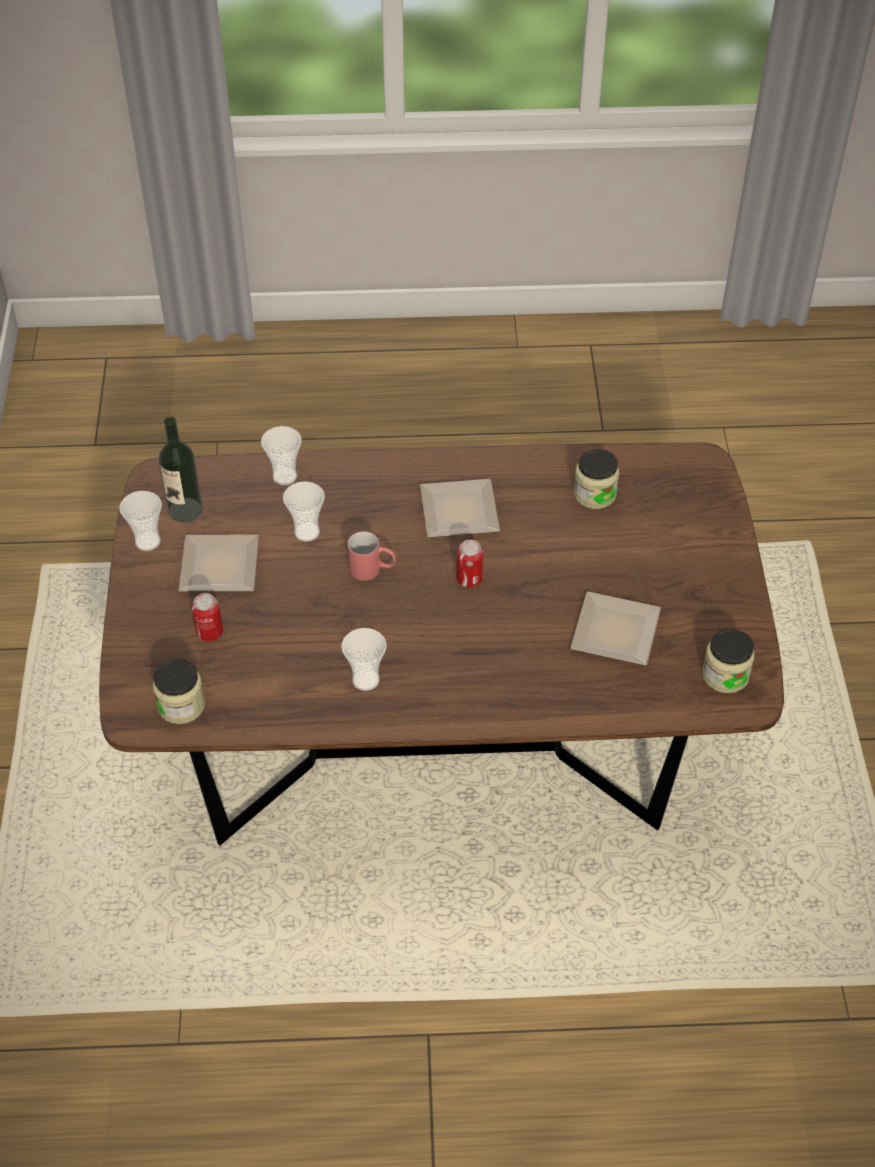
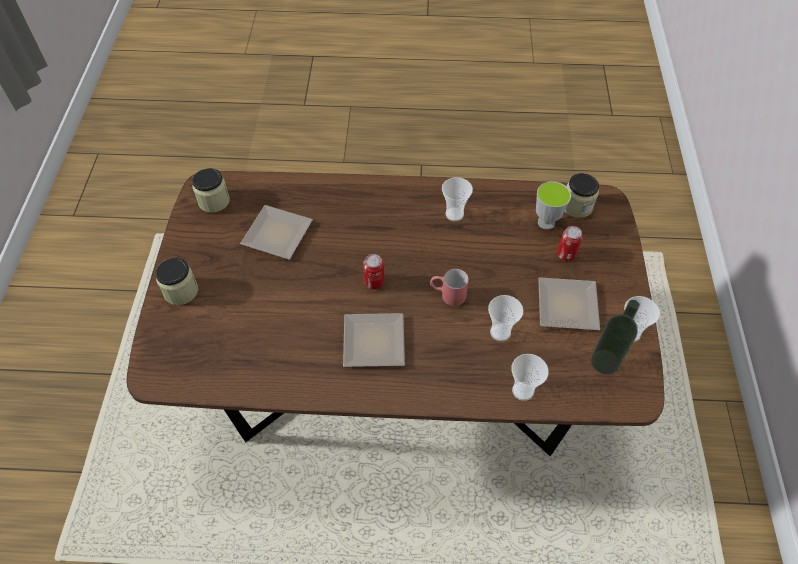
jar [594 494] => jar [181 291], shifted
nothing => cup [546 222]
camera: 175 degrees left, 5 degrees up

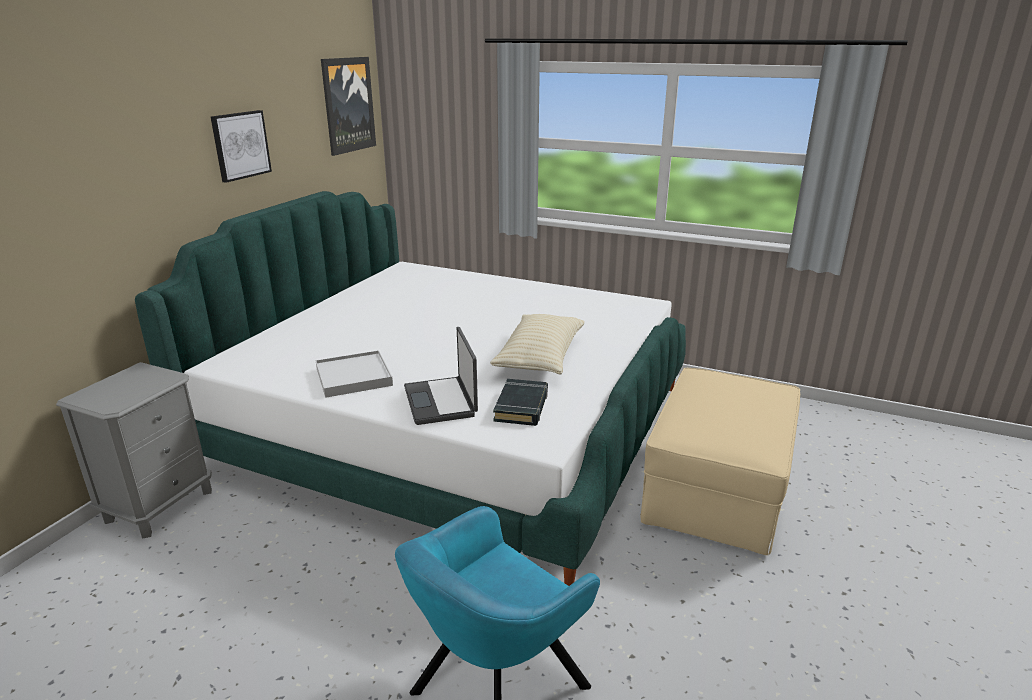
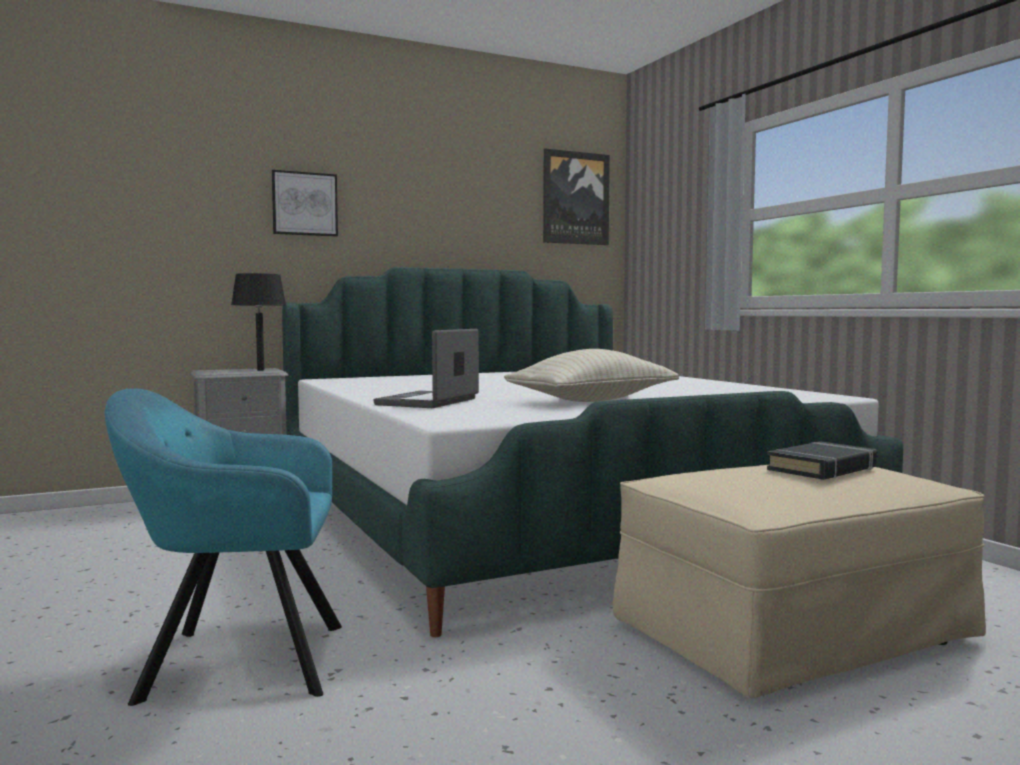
picture [240 145] => picture [304 204], shifted
tray (white) [353 377] => nothing
book (black) [522 407] => book (black) [823 469], shifted
nothing => table lamp (black) [260 370]
camera: 40 degrees right, 20 degrees down

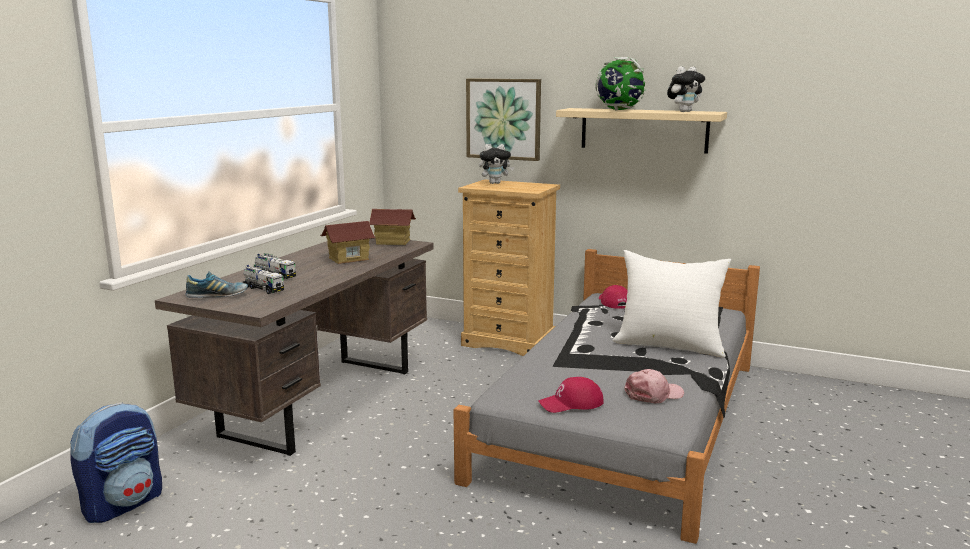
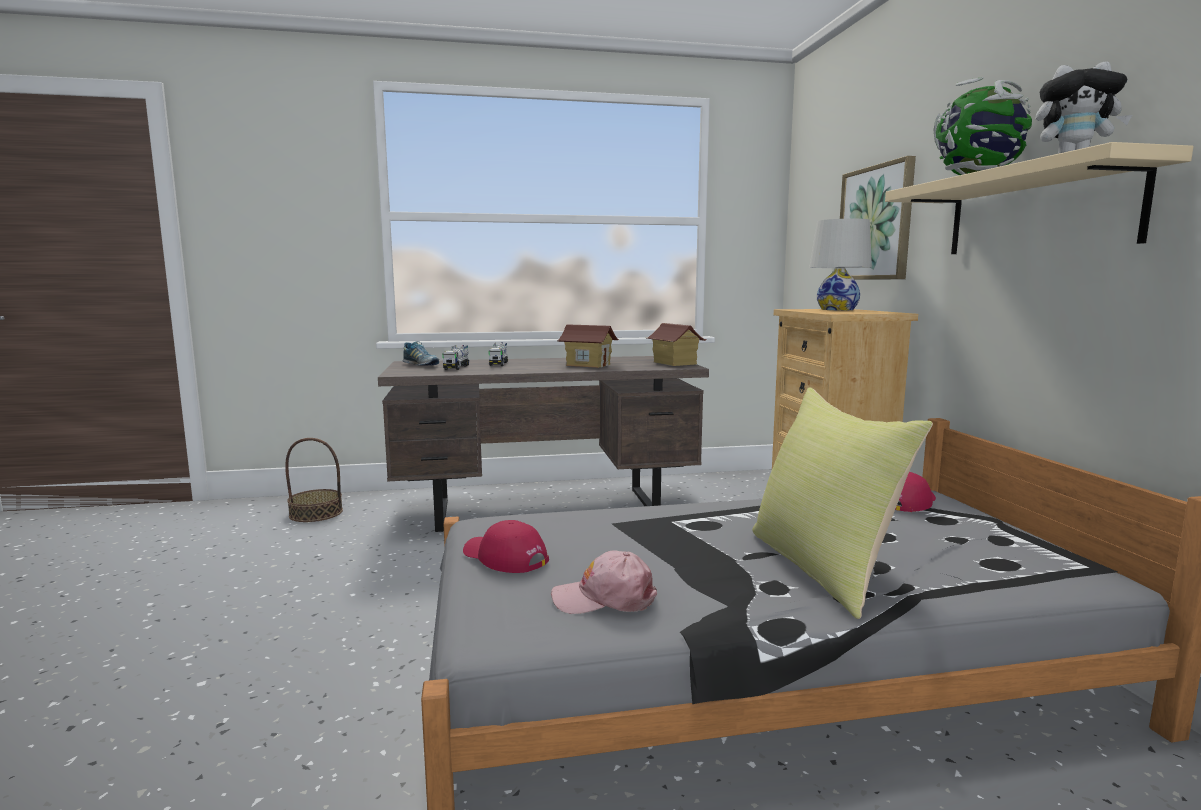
plush toy [495 183] => table lamp (white) [837 309]
pillow (white) [669 345] => pillow (yellow) [823 568]
cap (pink) [653 394] => cap (pink) [605 598], 150 degrees clockwise
backpack [124 503] => basket [316 513]
camera: 55 degrees right, 5 degrees down

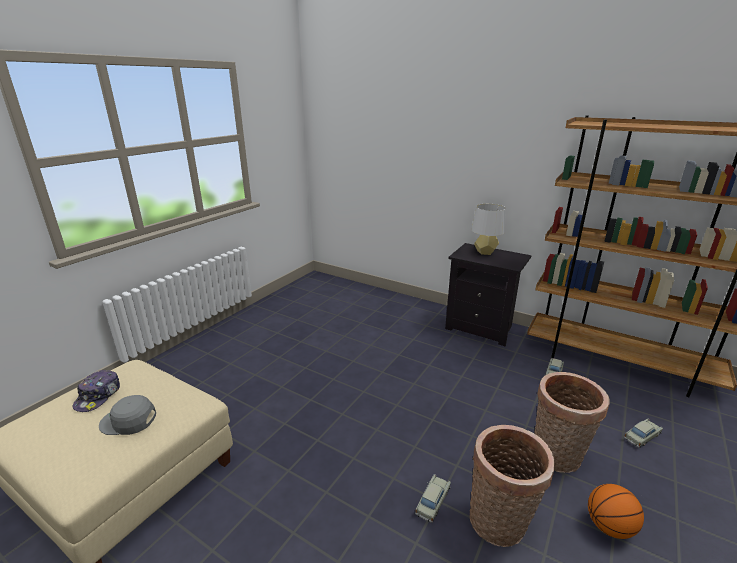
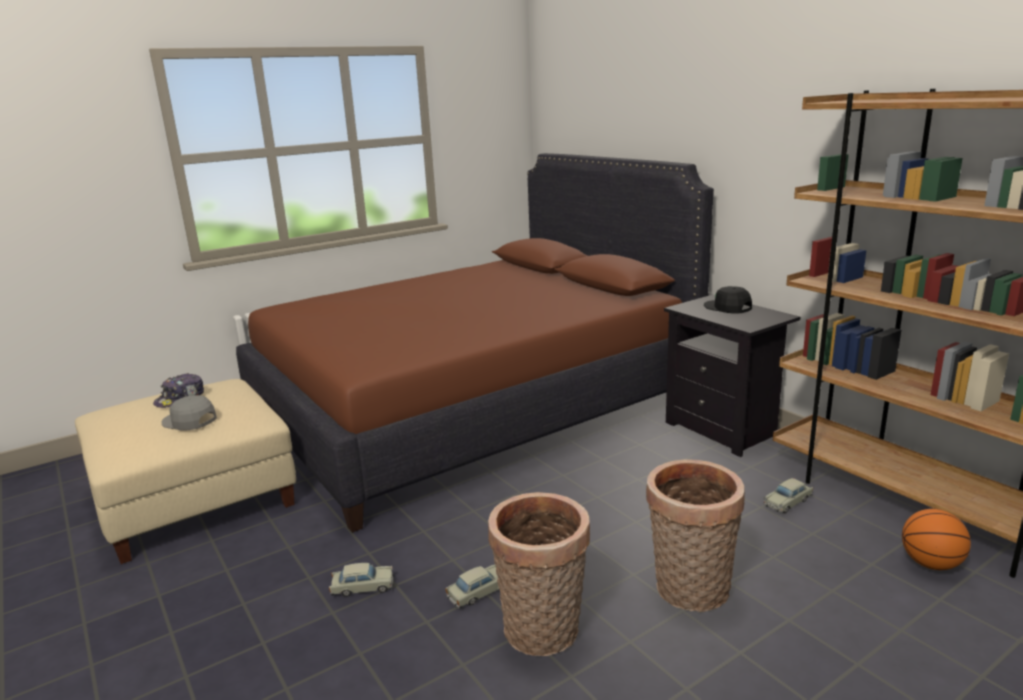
table lamp (grey) [485 252] => cap (black) [727 307]
toy car (beige) [641 436] => toy car (beige) [362 587], shifted
basketball [609 526] => basketball [930 564], shifted
nothing => bed (brown) [472 409]
camera: 25 degrees right, 5 degrees down

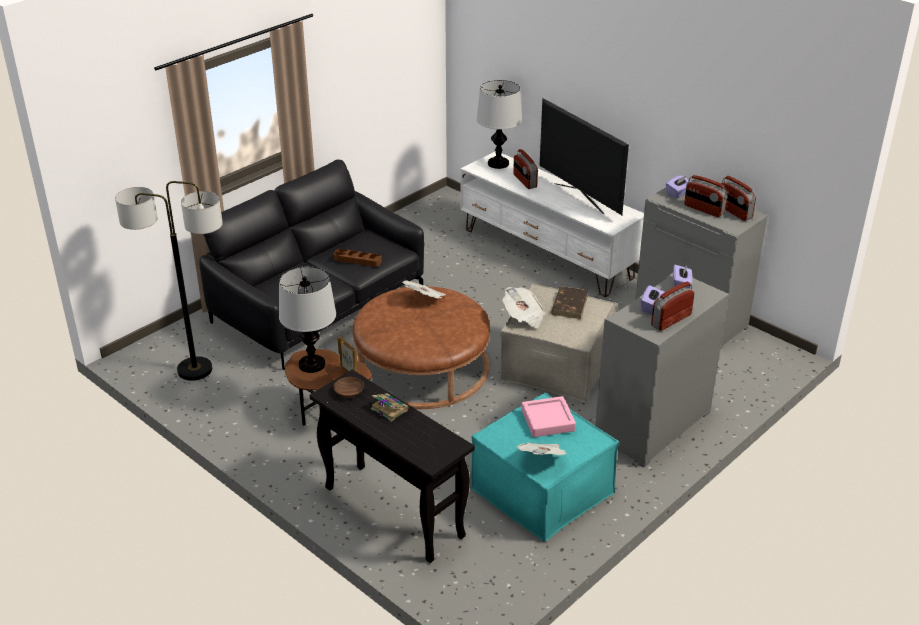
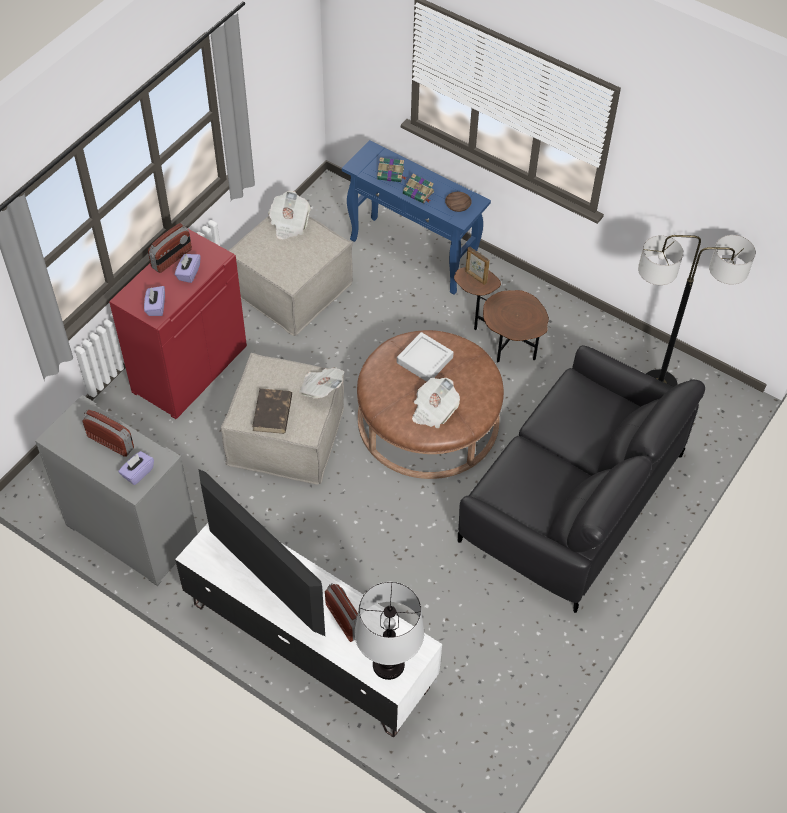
radio [734 212] => nothing
tray (brown) [357 260] => nothing
table lamp [312 364] => nothing
cabinet (grey) [653 426] => cabinet (red) [189 368]
console table (black) [392 512] => console table (blue) [414 255]
ottoman (turquoise) [542 490] => ottoman (beige) [291 288]
tray (pink) [548 420] => nothing
nothing => book [391 174]
nothing => tray (grey) [424 360]
camera: 170 degrees right, 20 degrees up

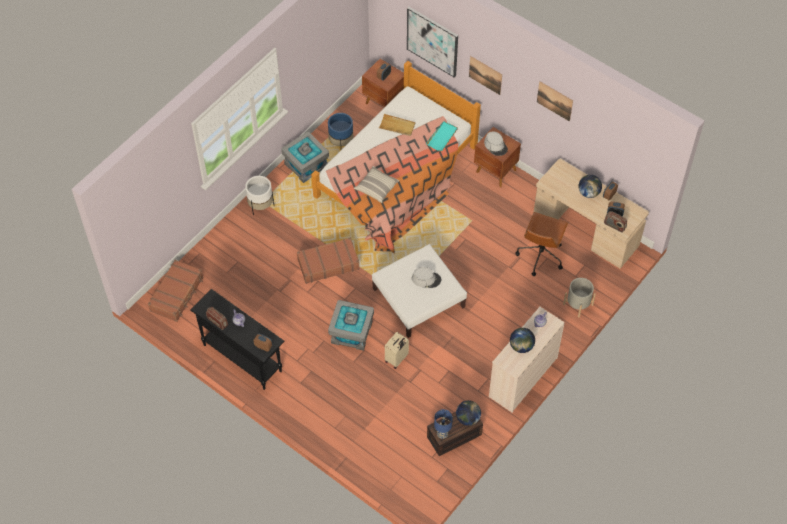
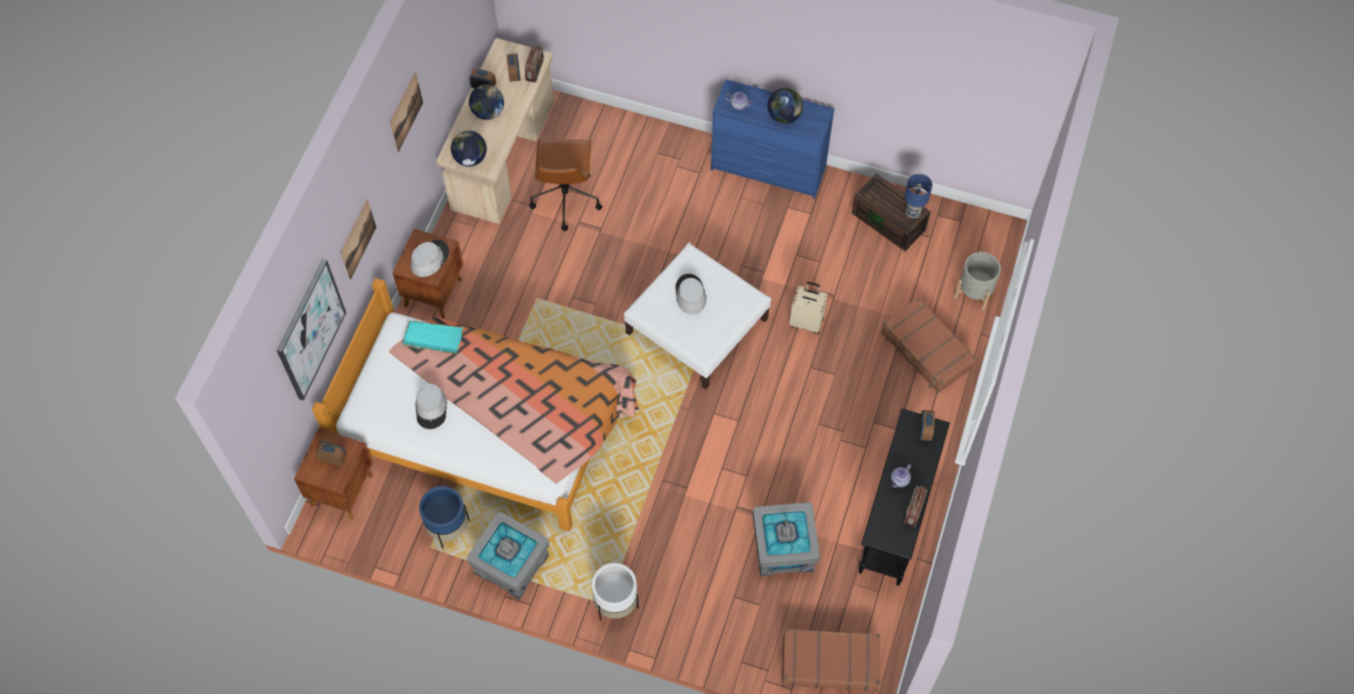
tray (beige) [397 126] => hat (grey) [431 408]
pillow [377 188] => nothing
office chair (brown) [540 255] => office chair (brown) [565 198], 90 degrees clockwise
suitcase (brown) [328 264] => suitcase (brown) [926 351], shifted
planter (grey) [578 304] => planter (grey) [974 291], shifted
storage box (grey) [351 333] => storage box (grey) [784 548], shifted
dresser (beige) [522 377] => dresser (blue) [768 169]
globe [467 418] => globe [470 158], shifted
camera: 110 degrees left, 5 degrees up

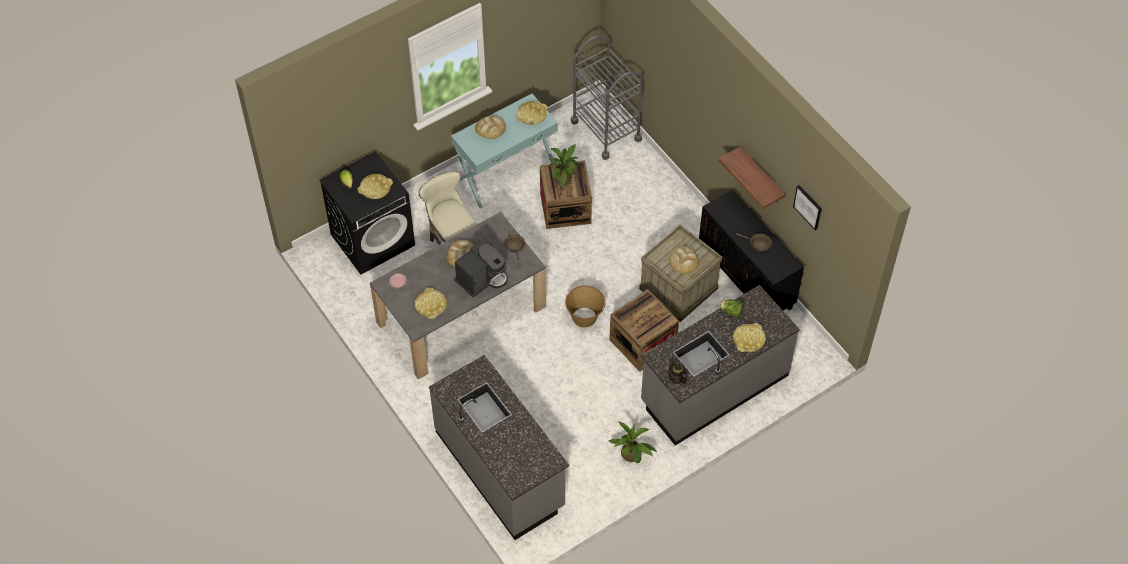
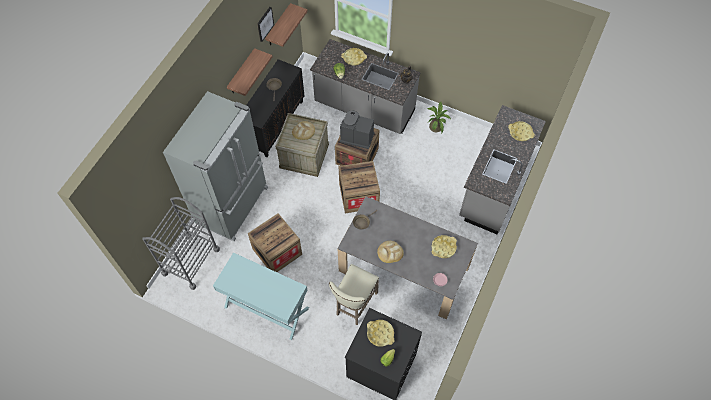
tray (yellow) [531 115] => tray (yellow) [520 132], shifted
bread [490 128] => nothing
potted plant [564 177] => nothing
coffee machine [482 278] => coffee machine [356 137], shifted
basket [585 317] => crate [358 195]
nothing => shelf [278 26]
nothing => fridge (grey) [233 206]
camera: 120 degrees left, 5 degrees up

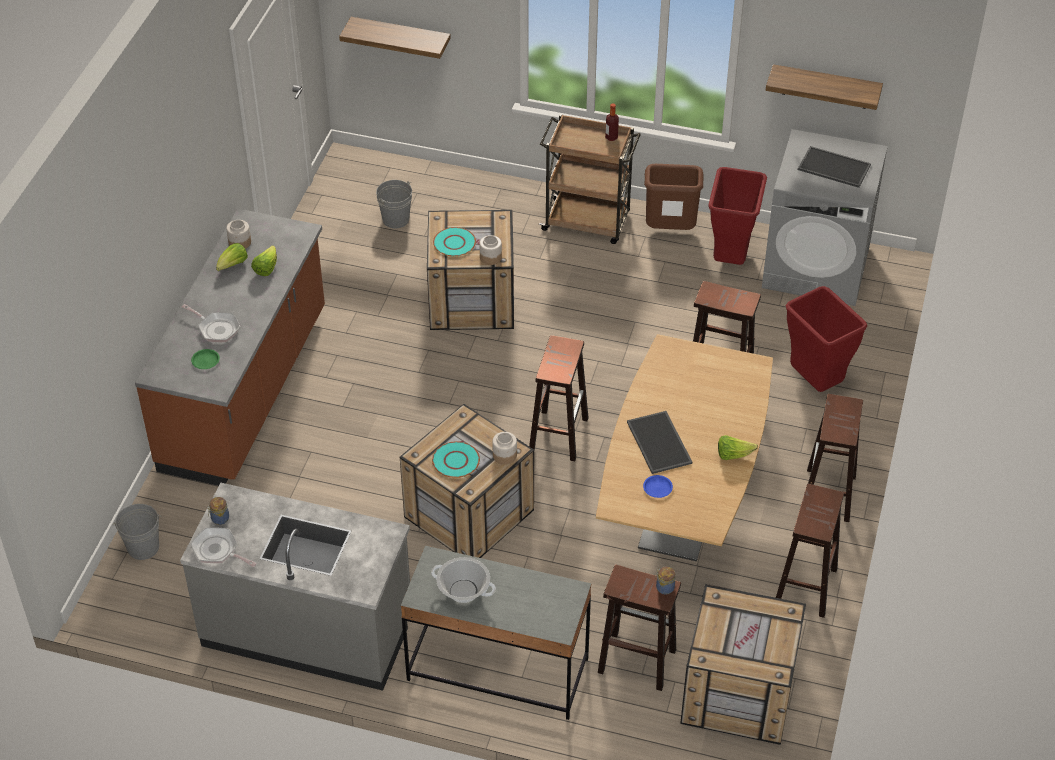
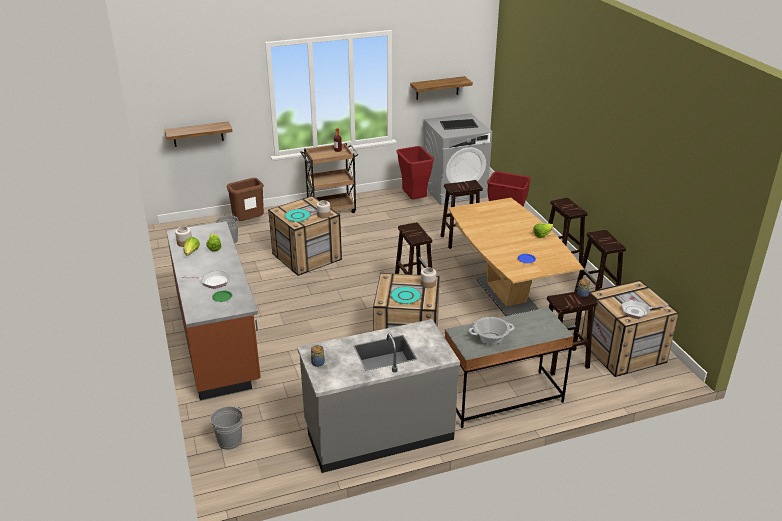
trash can (brown) [670 230] => trash can (brown) [249 222], shifted
tray [660 443] => nothing
frying pan [218 551] => frying pan [637 311], shifted
camera: 35 degrees left, 15 degrees down

